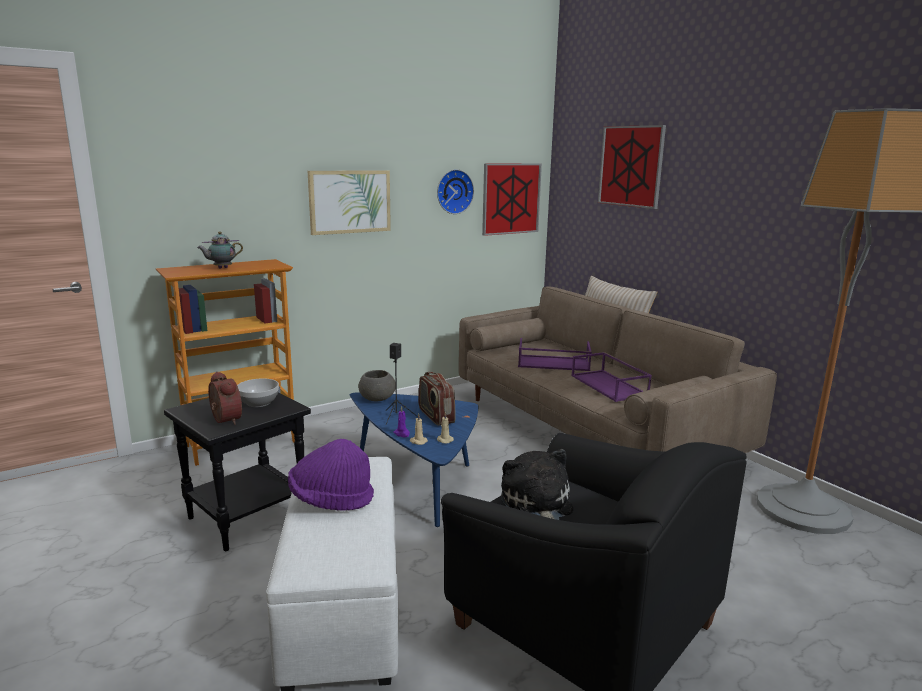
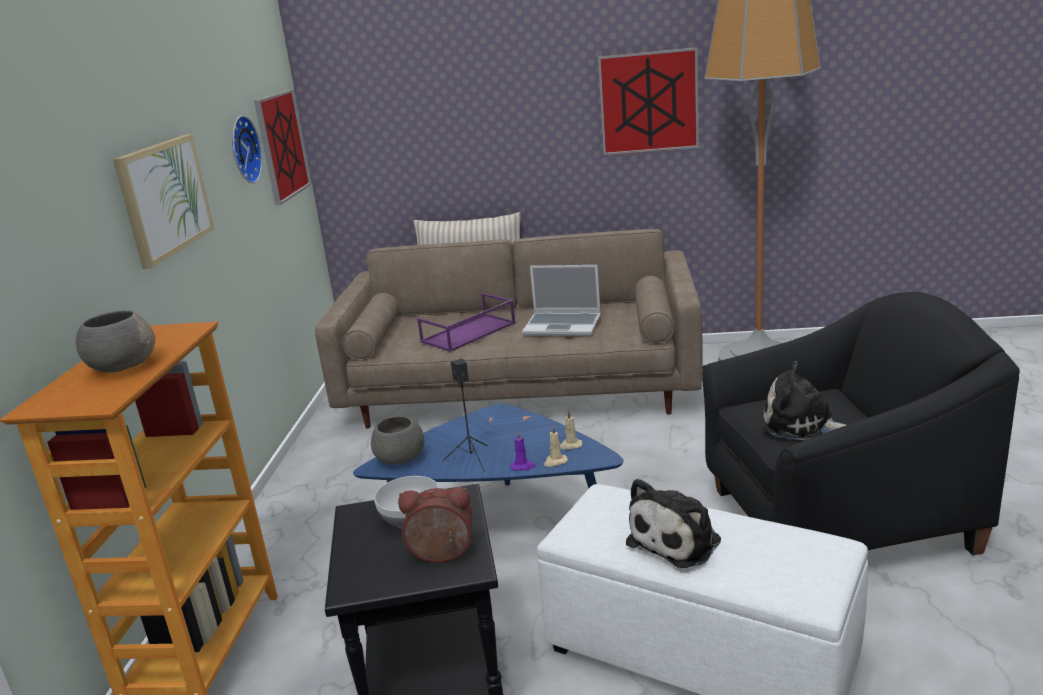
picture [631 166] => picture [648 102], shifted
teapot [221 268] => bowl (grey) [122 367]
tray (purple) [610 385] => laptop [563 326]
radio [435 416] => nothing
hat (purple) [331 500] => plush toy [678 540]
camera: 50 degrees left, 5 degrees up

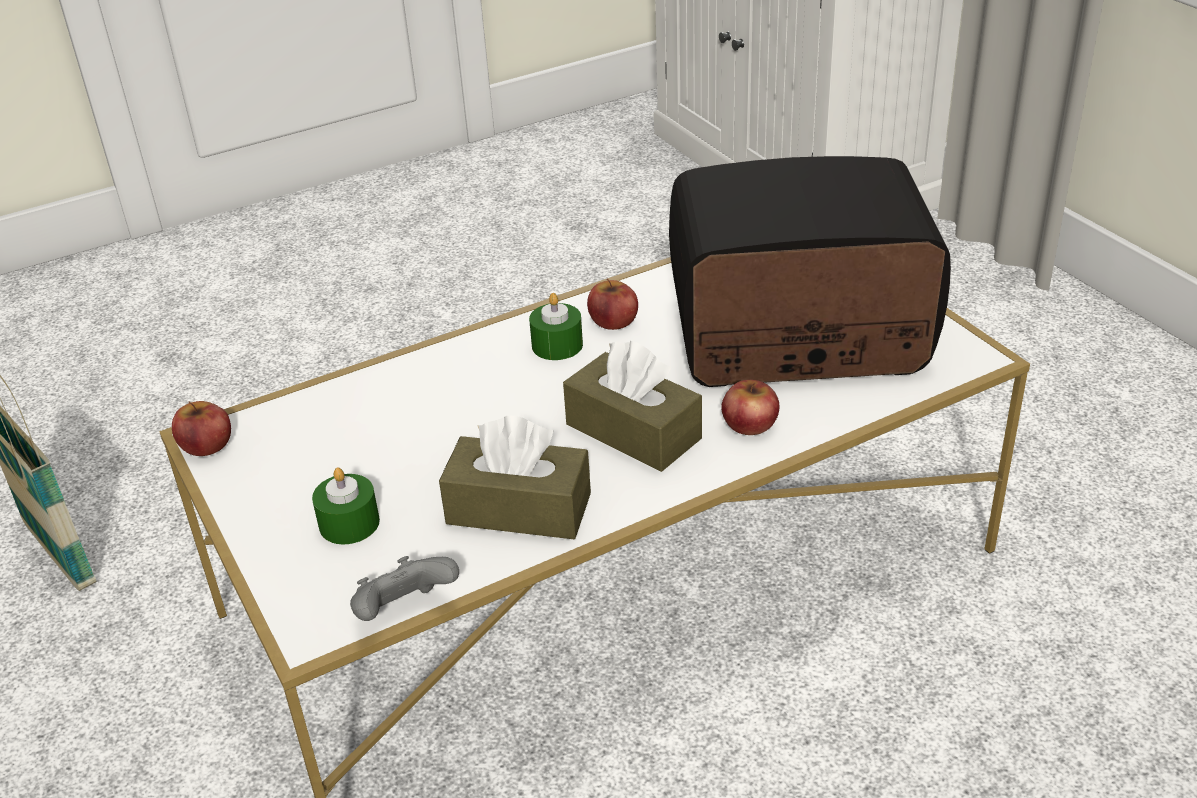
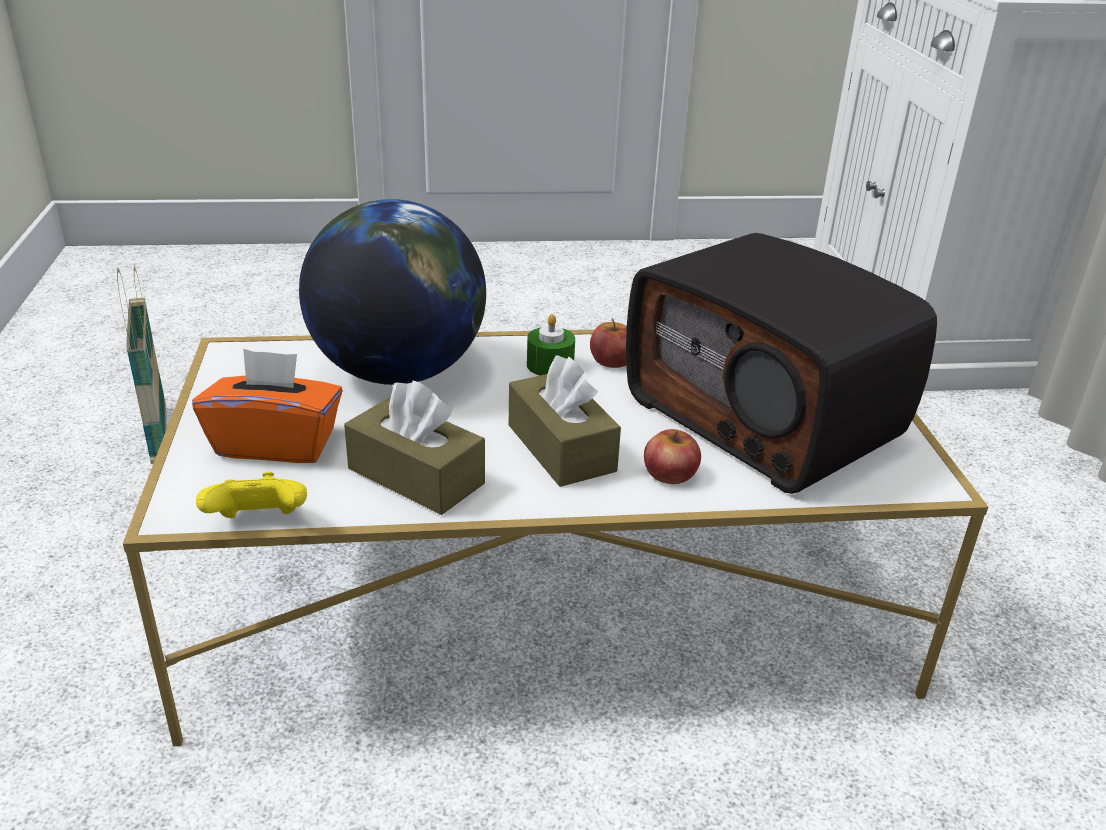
radio [796 337] => radio [766 417], 150 degrees counterclockwise
apple [206 444] => nothing
candle (green) [349 523] => tissue box (orange) [276 443]
game controller (grey) [404 612] => game controller (yellow) [258 523]
nothing => globe [398 371]
camera: 20 degrees right, 5 degrees down

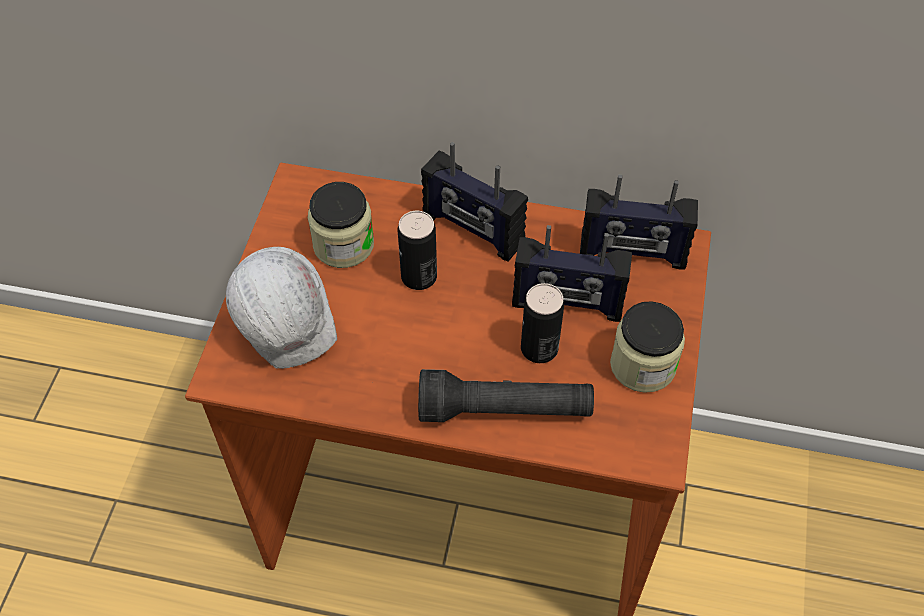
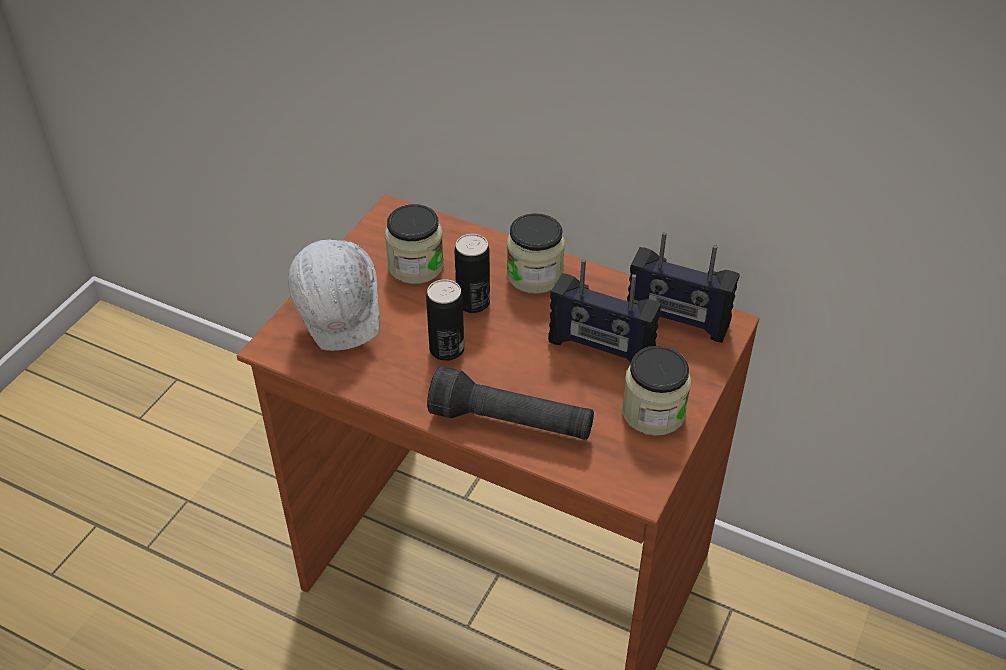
radio [472 230] => jar [535 275]
can [539 348] => can [446 349], shifted
camera: 15 degrees right, 10 degrees down

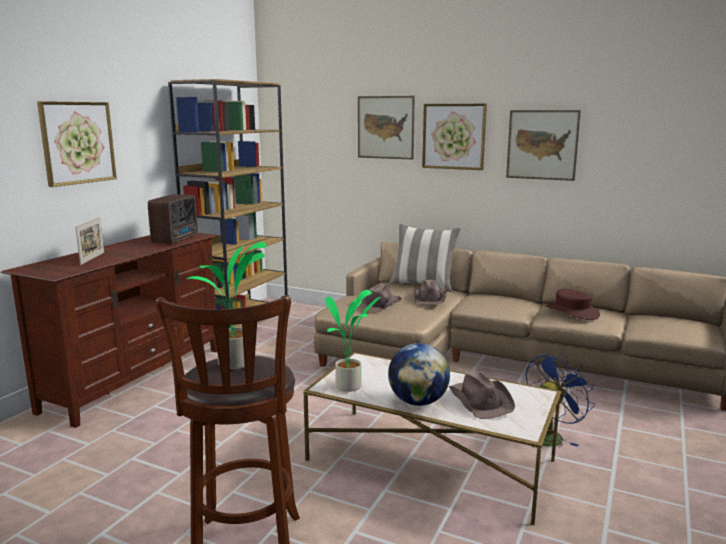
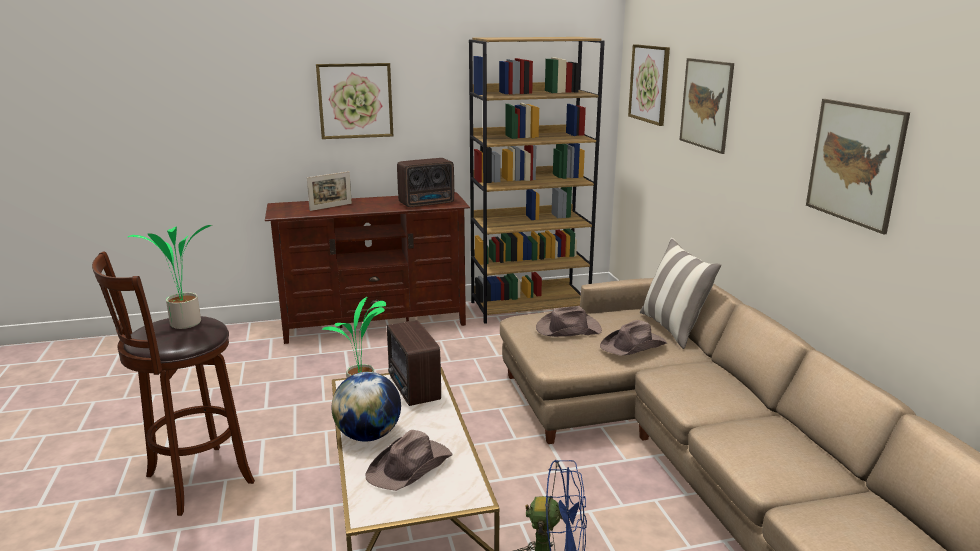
picture [454 136] => picture [649 84], shifted
hat (brown) [572 311] => nothing
nothing => radio [413 390]
camera: 50 degrees right, 5 degrees up

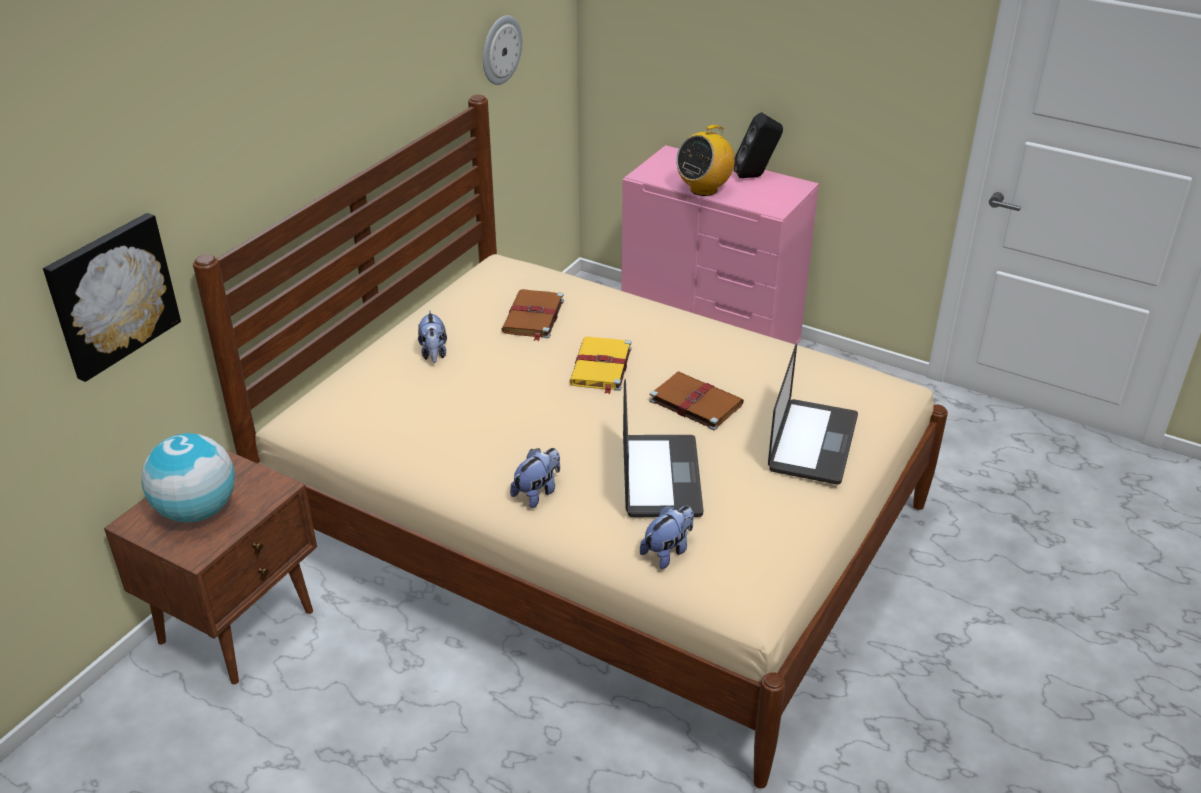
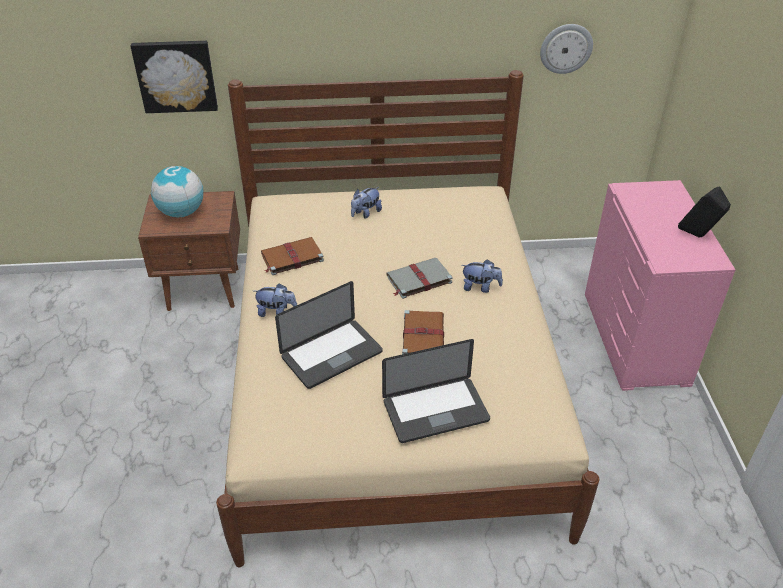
radio [704 189] => nothing
book (brown) [533 317] => book (brown) [291 258], shifted
book (yellow) [601 367] => book (grey) [418 280]
plush toy [668 551] => plush toy [480 287], shifted
camera: 55 degrees right, 5 degrees up

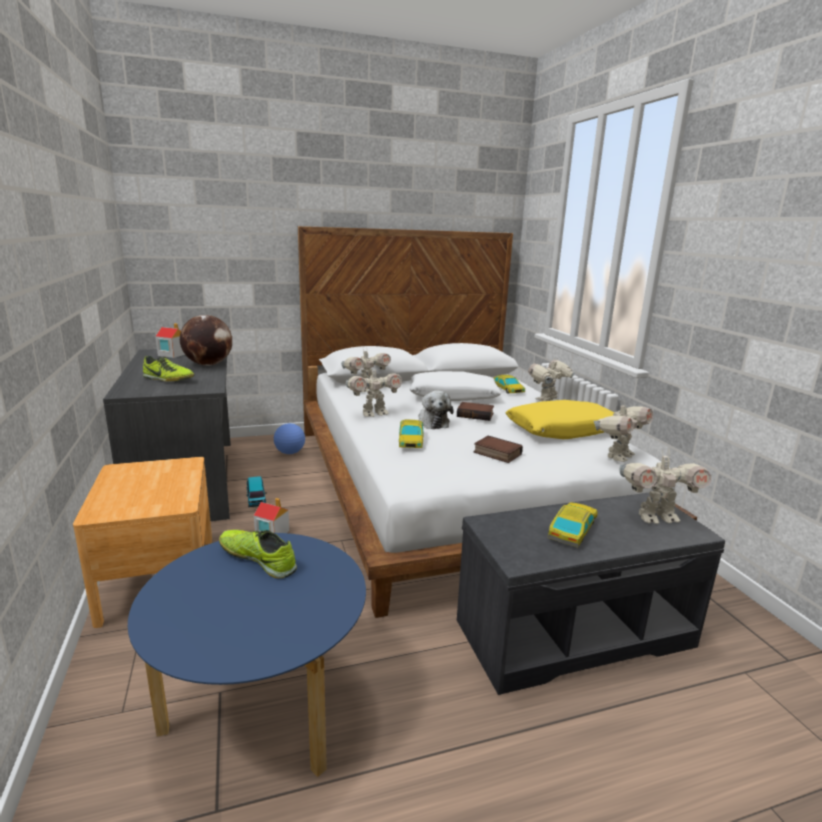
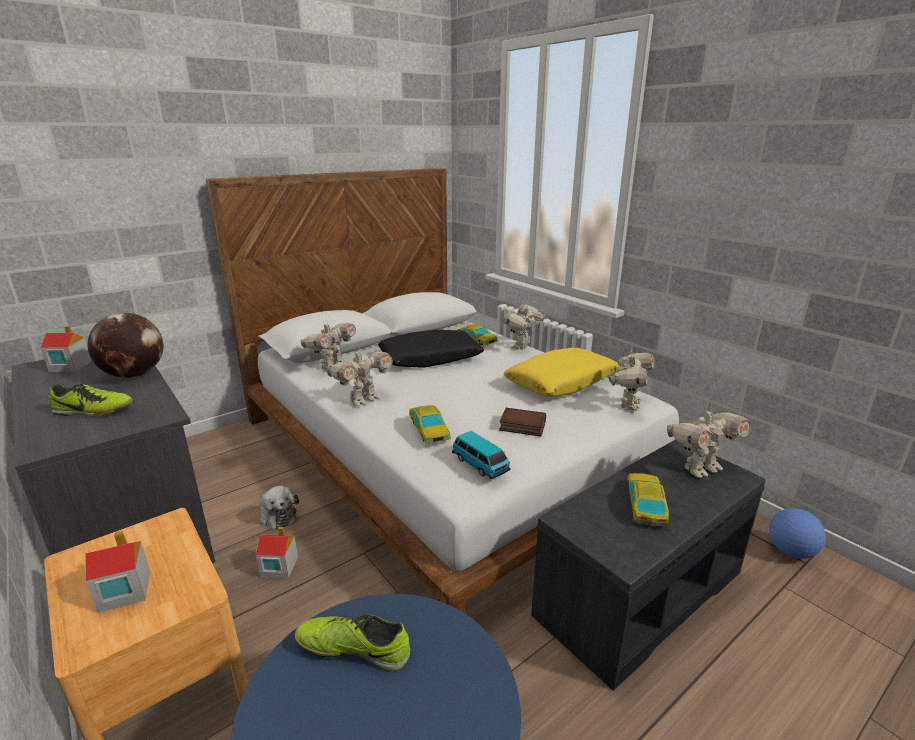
pillow (white) [453 396] => pillow (black) [430 358]
plush toy [432 422] => plush toy [277 515], shifted
book [476 414] => nothing
football [290 452] => football [790 551], shifted
toy car [256 499] => toy car [480 465], shifted
nothing => toy house [124 591]
camera: 20 degrees left, 5 degrees up

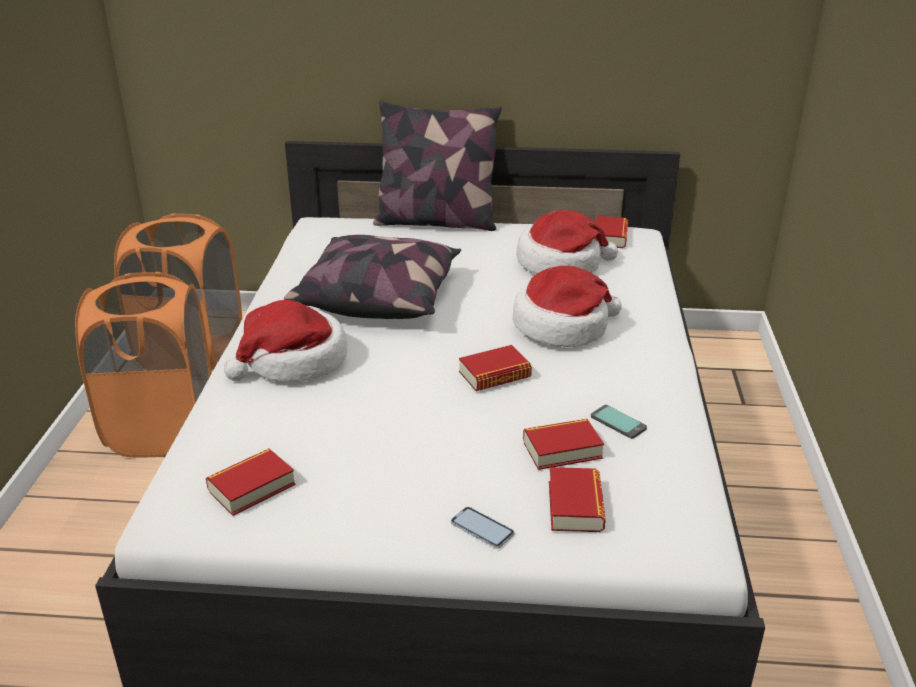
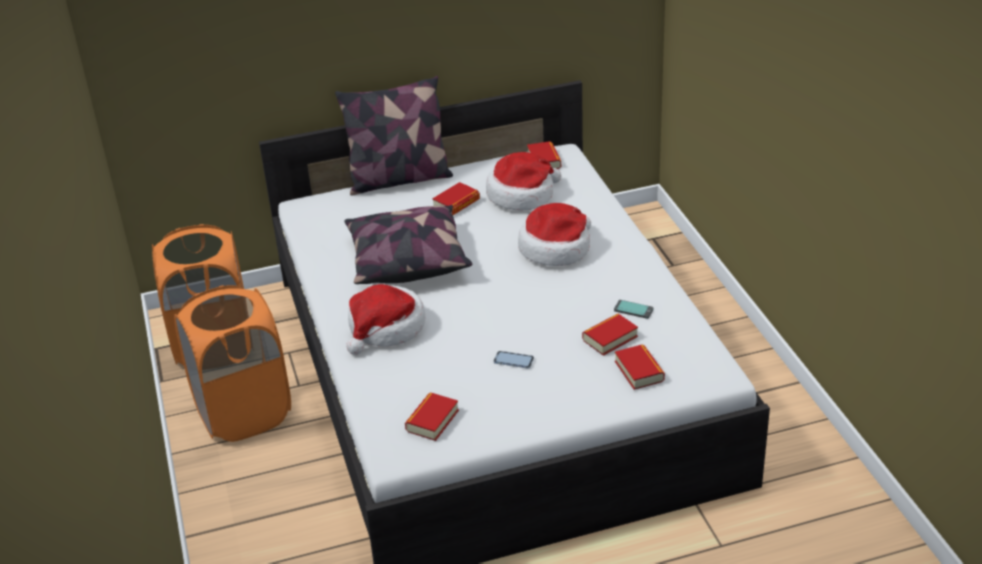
book [494 375] => book [456 203], shifted
phone [482 529] => phone [513 360], shifted
camera: 20 degrees left, 5 degrees up

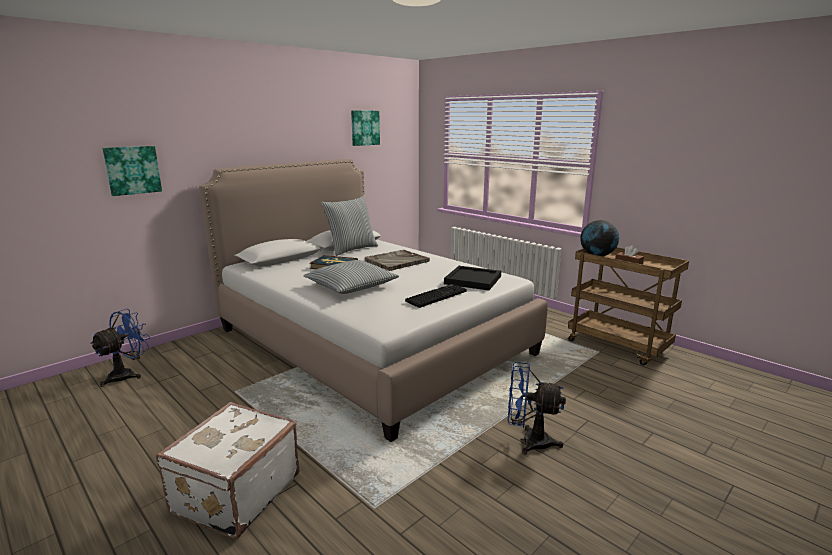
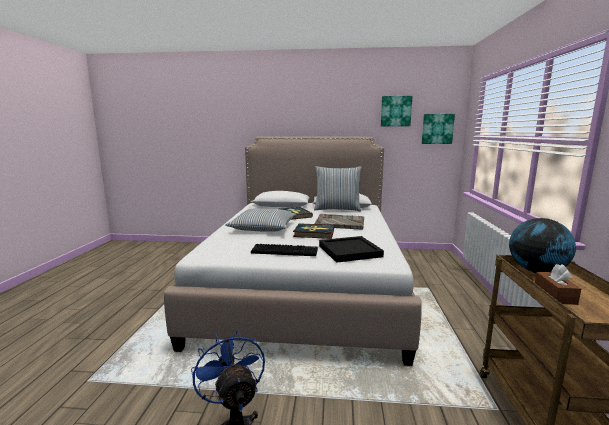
picture [132 170] => picture [437 129], shifted
fan (blue) [127 374] => nothing
suitcase (white) [234 493] => nothing
nothing => book [314 233]
camera: 50 degrees right, 5 degrees down

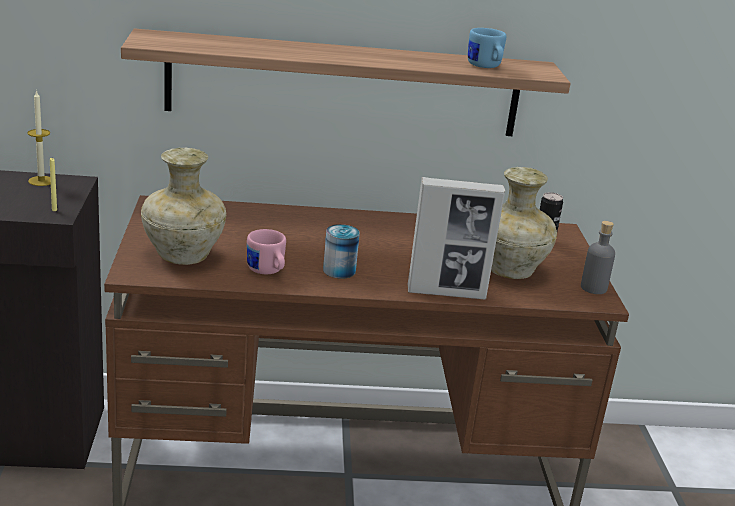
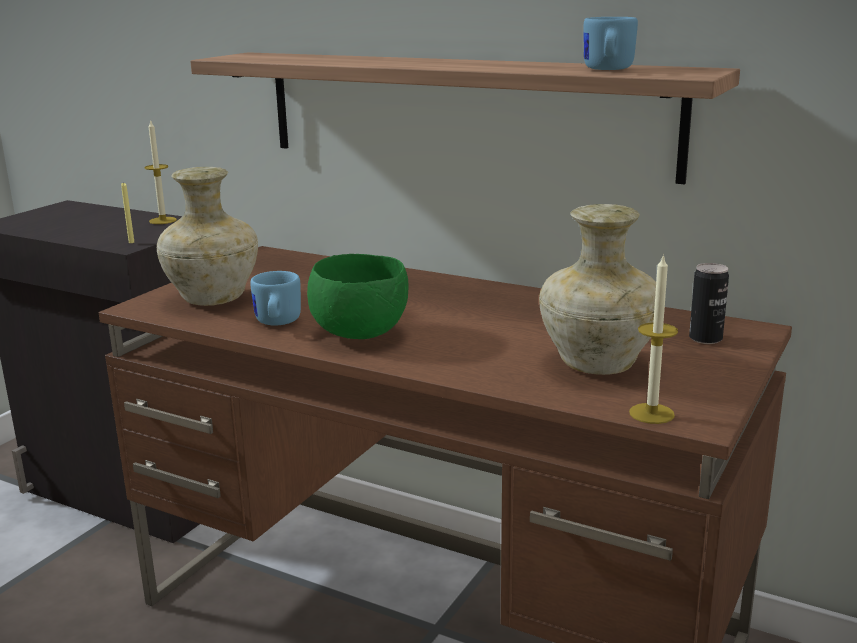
picture frame [446 293] => nothing
bottle (grey) [593 288] => nothing
can [339 270] => bowl (green) [361 333]
mug (pink) [267 272] => mug (blue) [276 323]
nothing => candle [651 413]
camera: 35 degrees right, 5 degrees down

